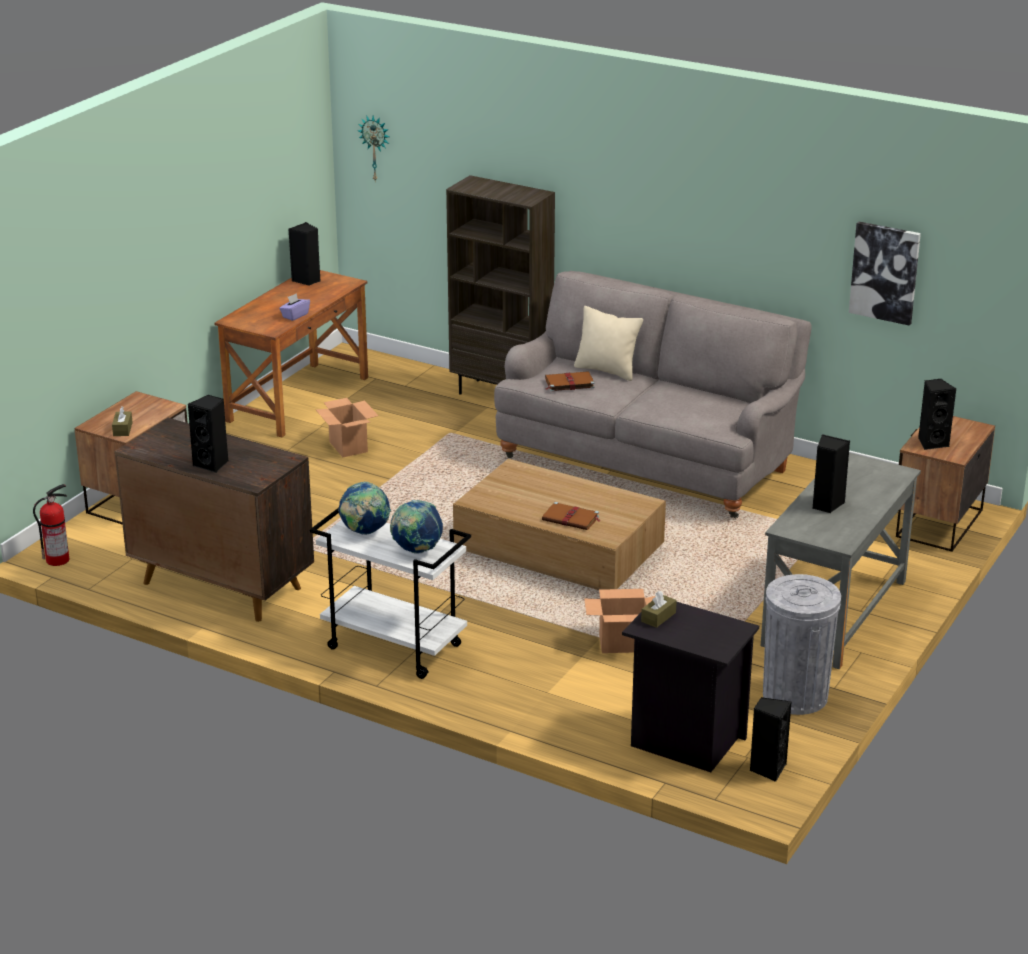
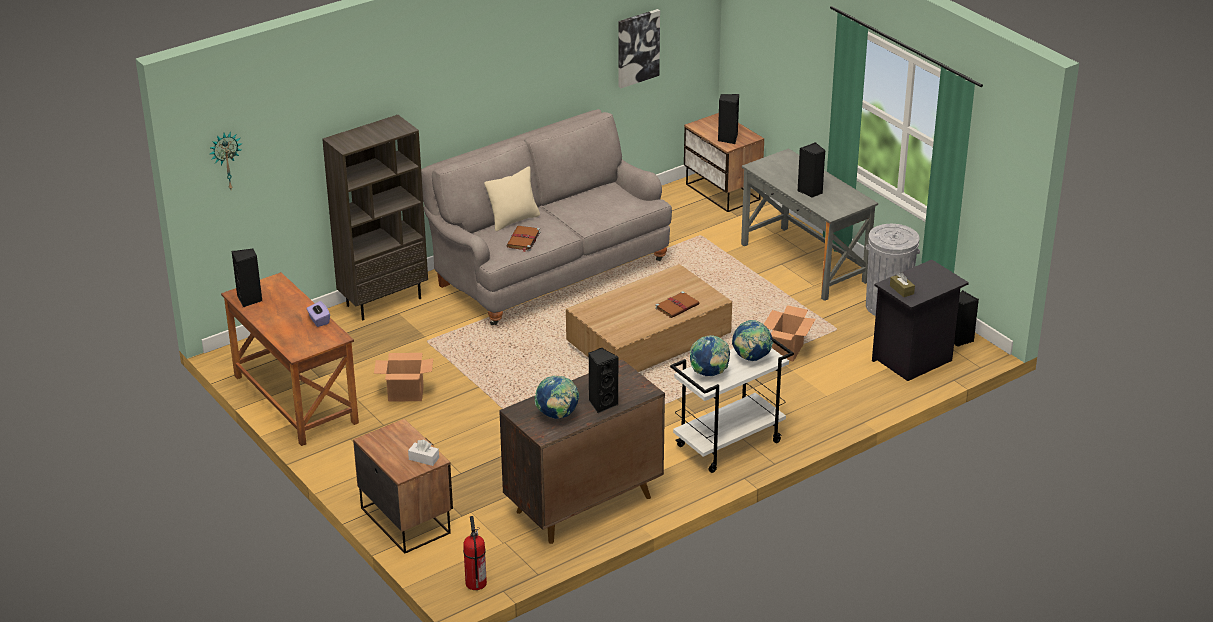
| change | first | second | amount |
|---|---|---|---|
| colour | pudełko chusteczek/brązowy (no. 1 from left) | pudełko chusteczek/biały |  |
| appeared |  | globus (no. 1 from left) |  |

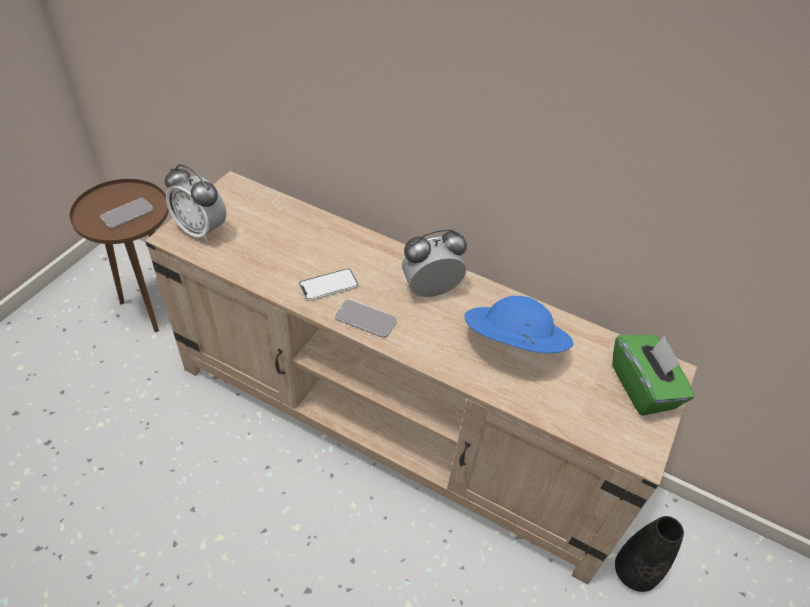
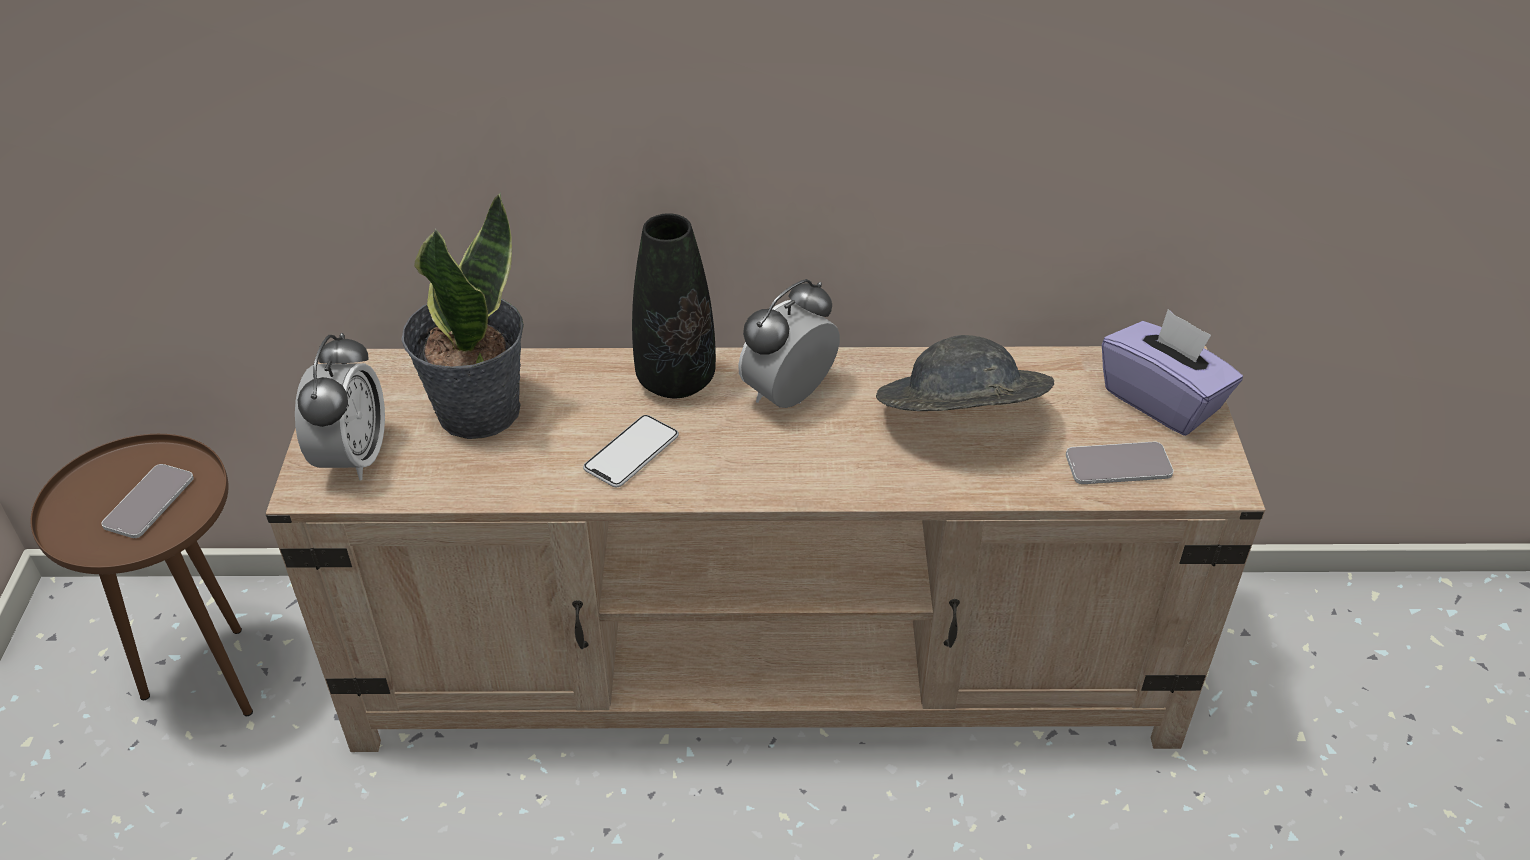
| change | first | second | amount |
|---|---|---|---|
| spun | budzik (no. 1 from left) |  | 90 degrees counterclockwise |
| relocated | telefon (no. 3 from left) |  |  |
| colour | kapelusz/niebieski | kapelusz/szary |  |
| colour | pudełko chusteczek/zielony | pudełko chusteczek/fioletowy |  |
| relocated | wazon/czarny |  |  |
| appeared |  | roślina doniczkowa |  |

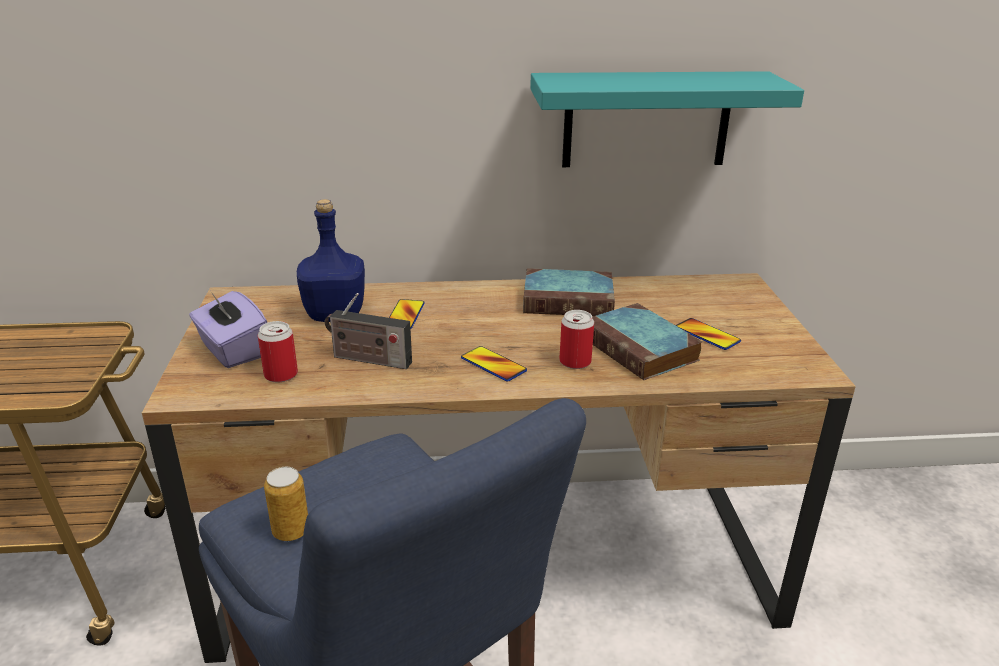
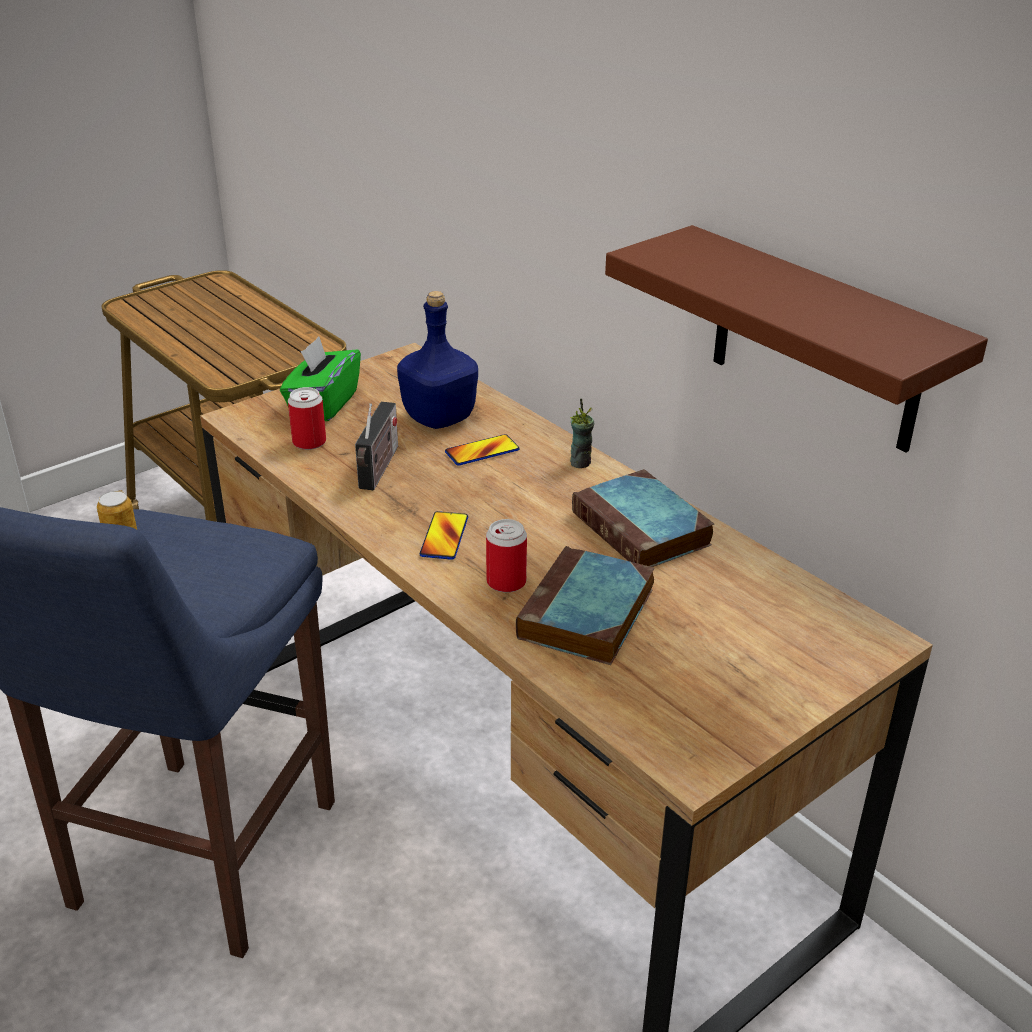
| change | first | second | amount |
|---|---|---|---|
| colour | pudełko chusteczek/fioletowy | pudełko chusteczek/zielony |  |
| spun | radio |  | 150 degrees counterclockwise |
| colour | półka/turkusowy | półka/brązowy |  |
| missing | telefon (no. 3 from left) |  |  |
| appeared |  | filiżanka |  |

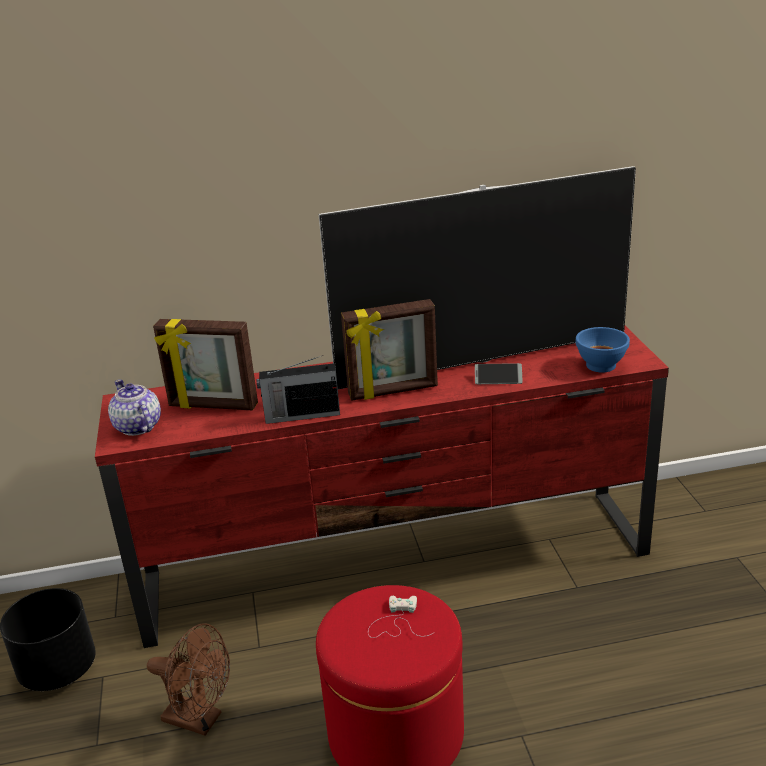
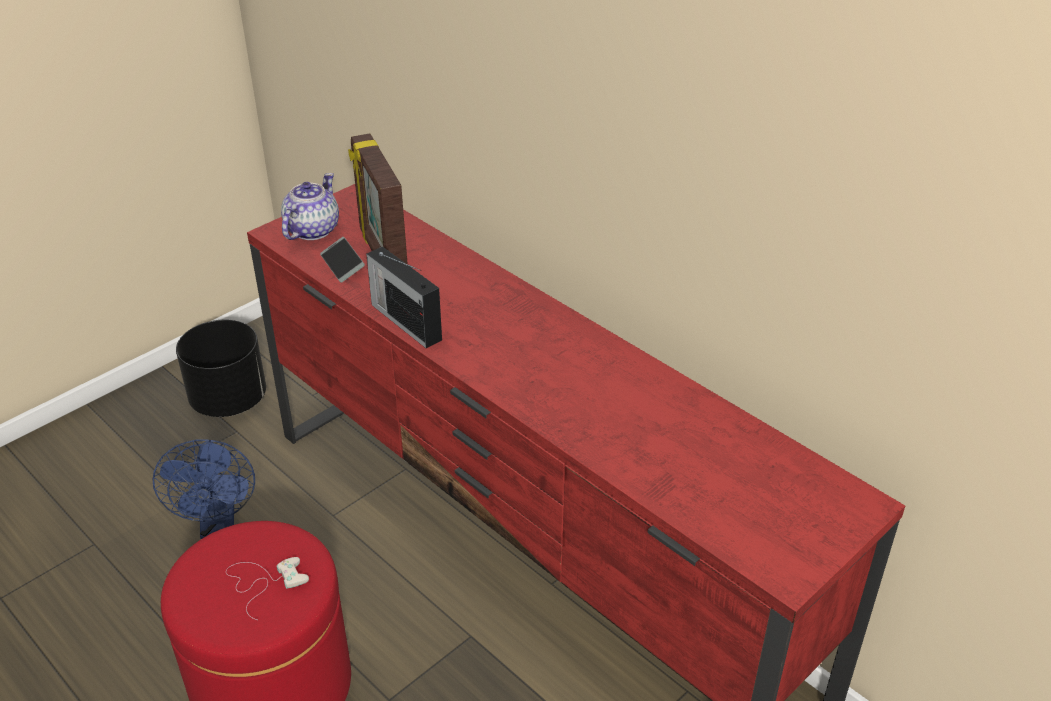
| change | first | second | amount |
|---|---|---|---|
| colour | wentylator/brązowy | wentylator/niebieski |  |
| missing | telewizor |  |  |
| missing | ramka na zdjęcie (no. 2 from left) |  |  |
| relocated | telefon |  |  |
| missing | miska/niebieski |  |  |

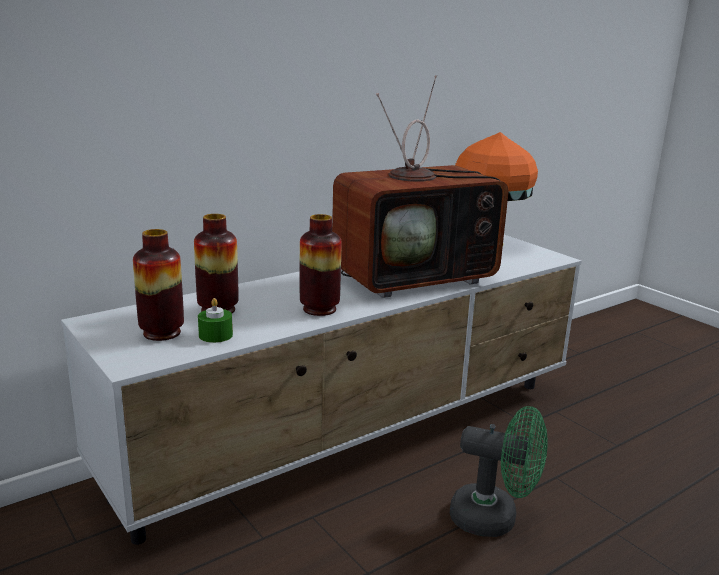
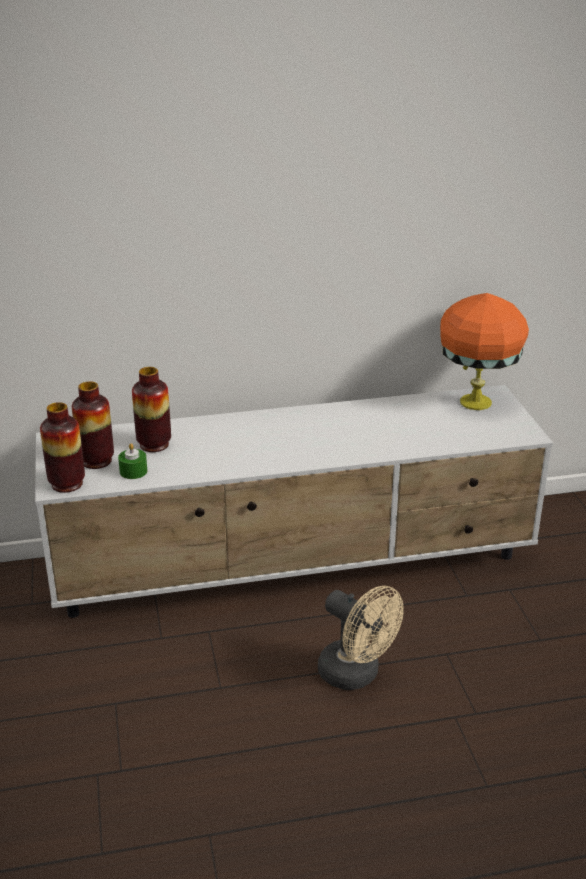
| change | first | second | amount |
|---|---|---|---|
| relocated | wazon (no. 3 from left in the first image) | wazon (no. 1 from left) |  |
| missing | telewizor |  |  |
| colour | wentylator/zielony | wentylator/beżowy |  |

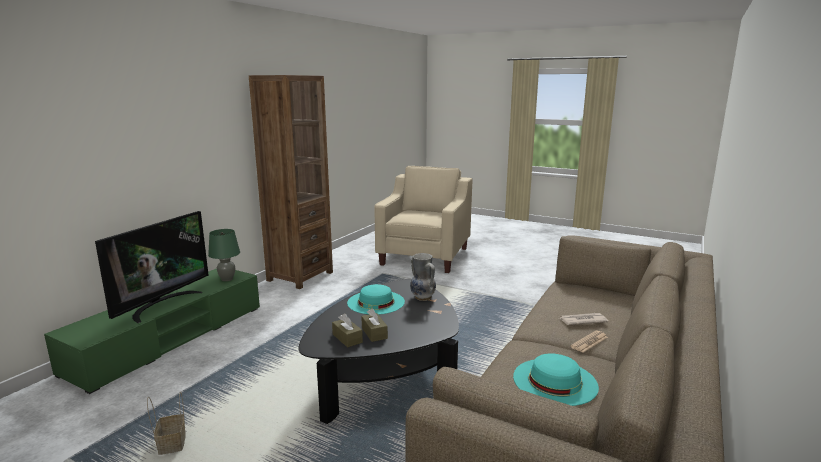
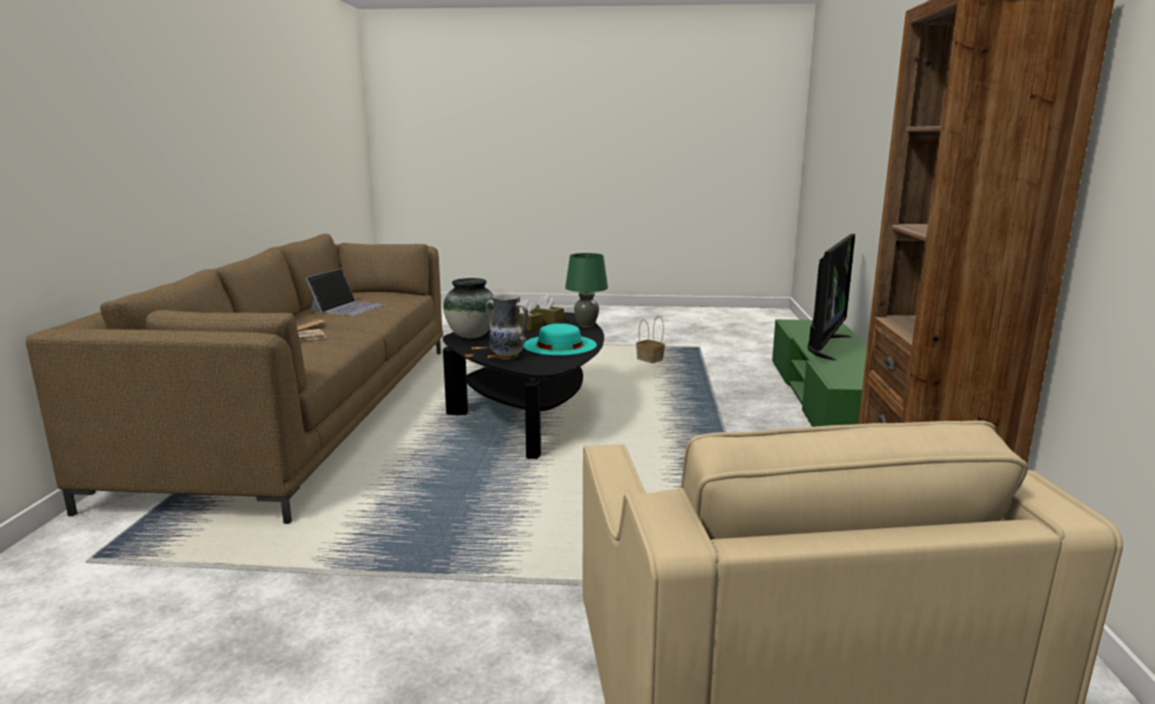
| change | first | second | amount |
|---|---|---|---|
| spun | telewizor |  | 150 degrees counterclockwise |
| relocated | lampa stołowa/zielony |  |  |
| exchanged | kapelusz/turkusowy (no. 2 from left) | laptop |  |
| appeared |  | wazon (no. 1 from left) |  |

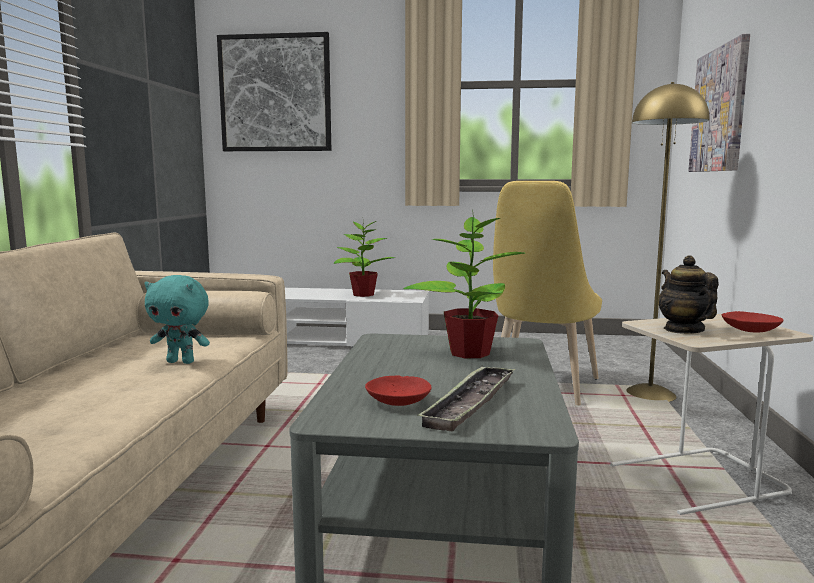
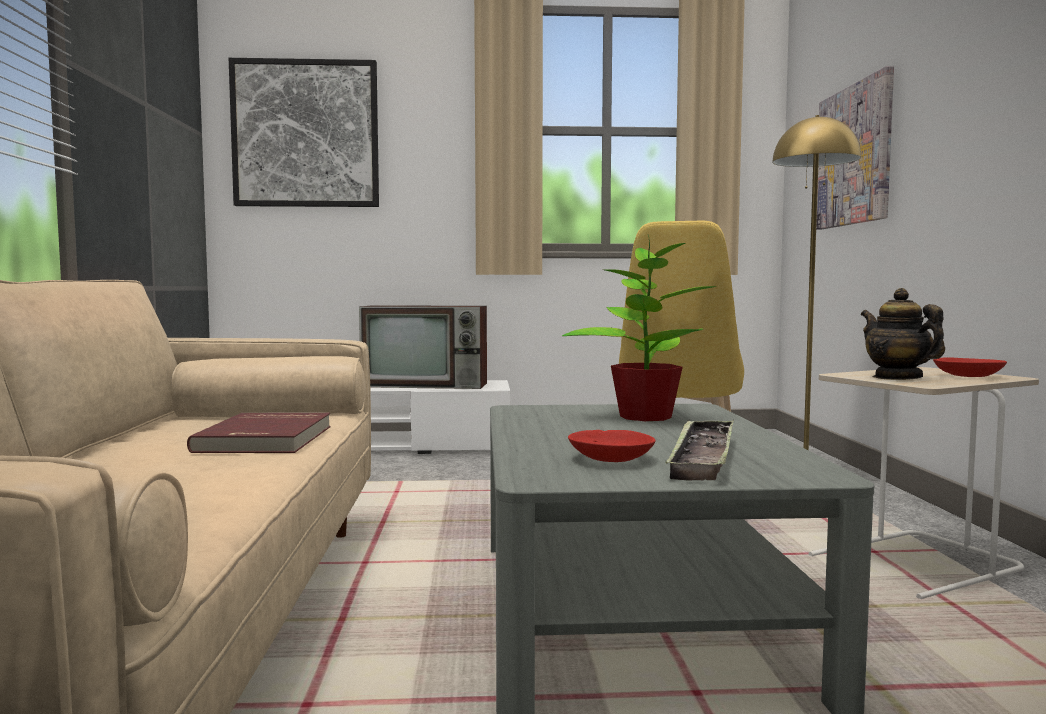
| change | first | second | amount |
|---|---|---|---|
| exchanged | pluszak/turkusowy | książka/czerwony |  |
| exchanged | roślina doniczkowa (no. 1 from left) | telewizor |  |

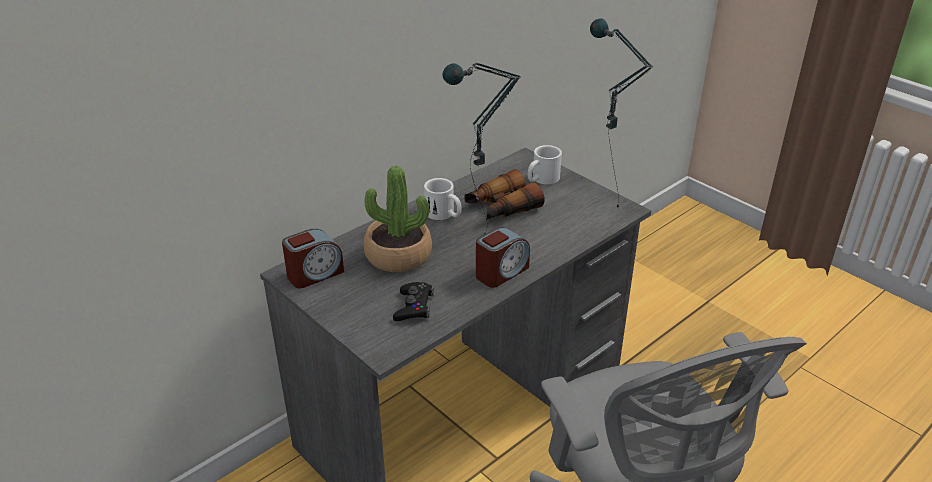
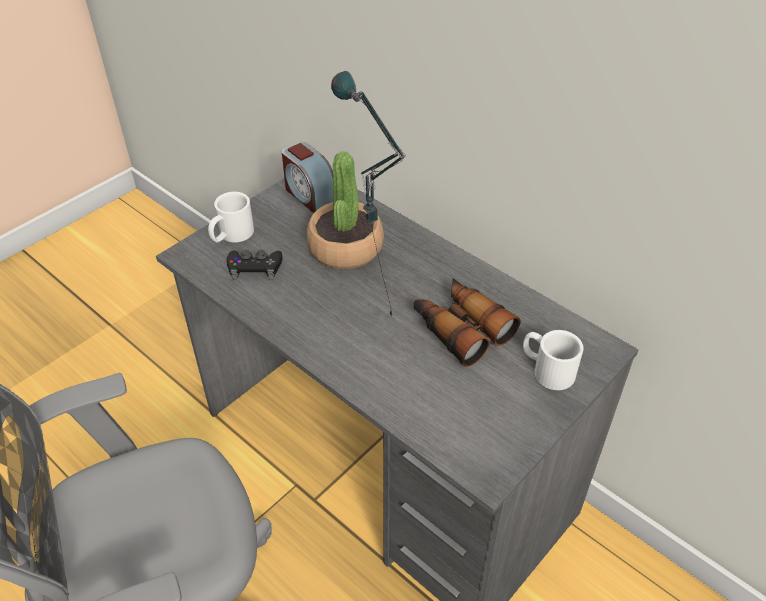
| change | first | second | amount |
|---|---|---|---|
| relocated | kubek/biały (no. 1 from left) |  |  |
| missing | budzik (no. 2 from left) |  |  |
| missing | lampa stołowa (no. 2 from left) |  |  |

